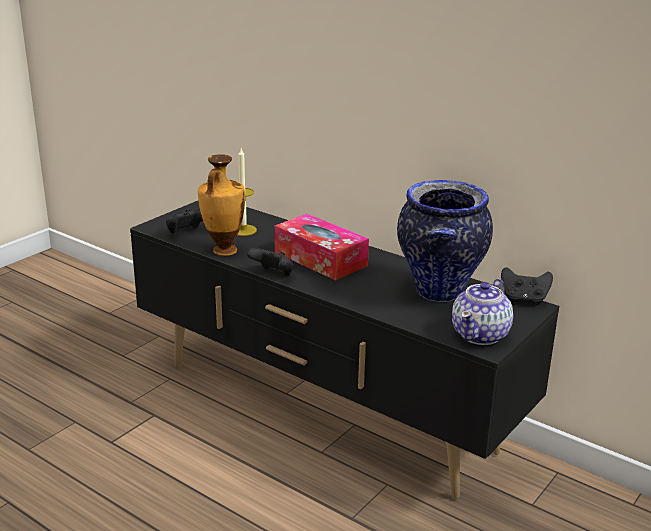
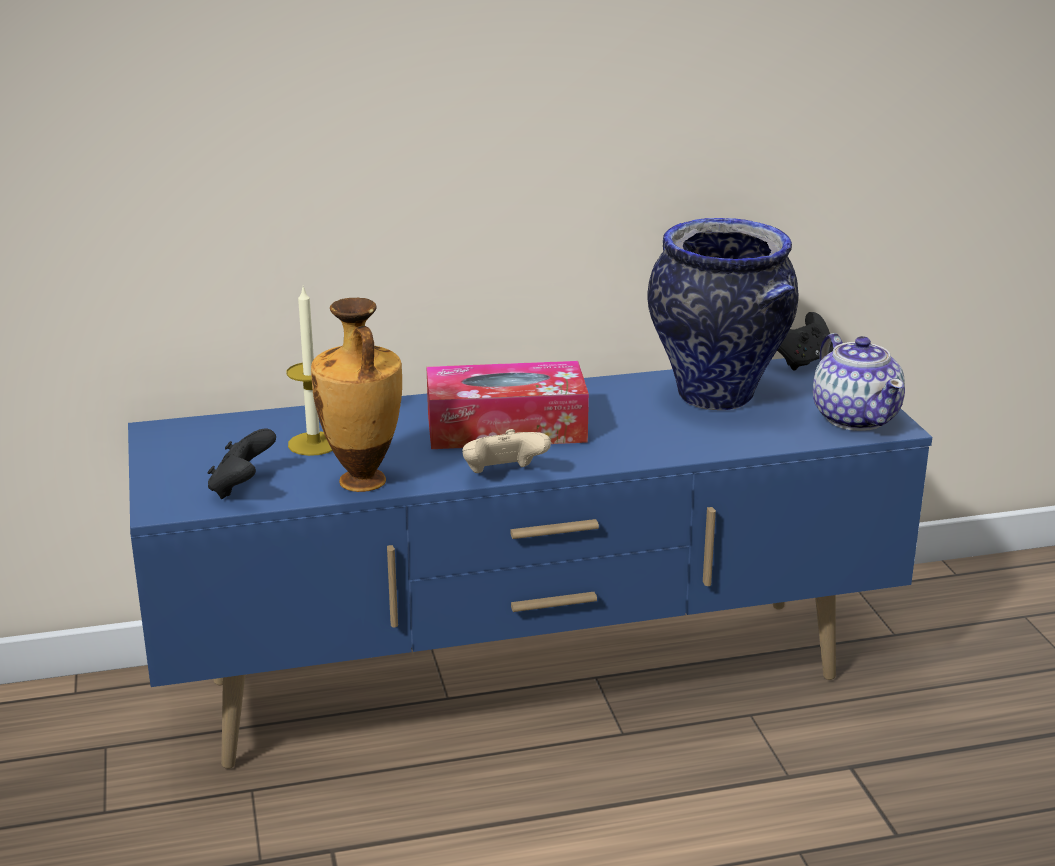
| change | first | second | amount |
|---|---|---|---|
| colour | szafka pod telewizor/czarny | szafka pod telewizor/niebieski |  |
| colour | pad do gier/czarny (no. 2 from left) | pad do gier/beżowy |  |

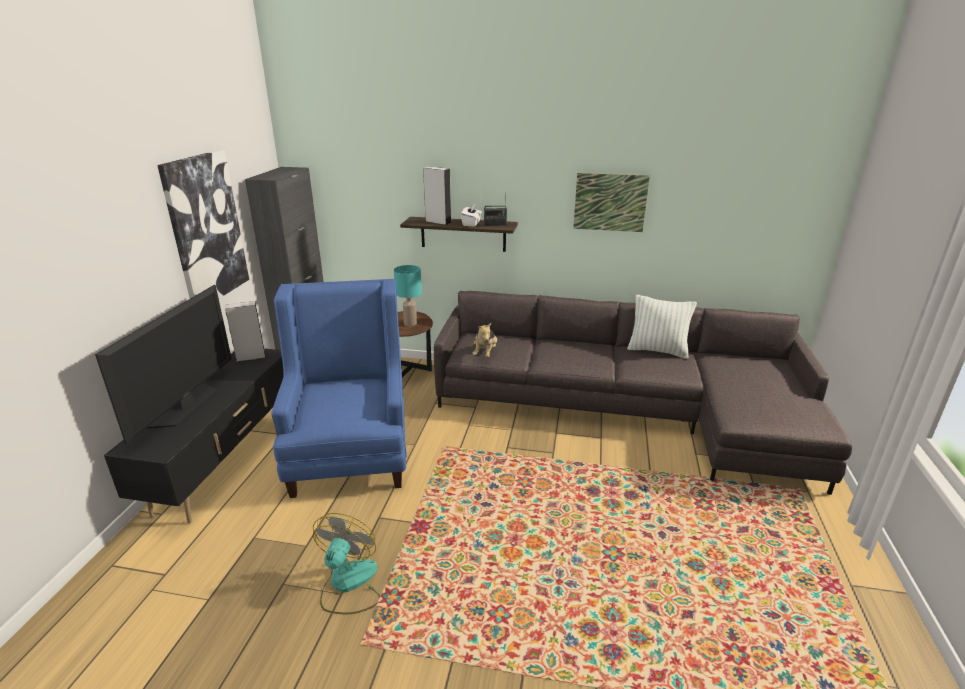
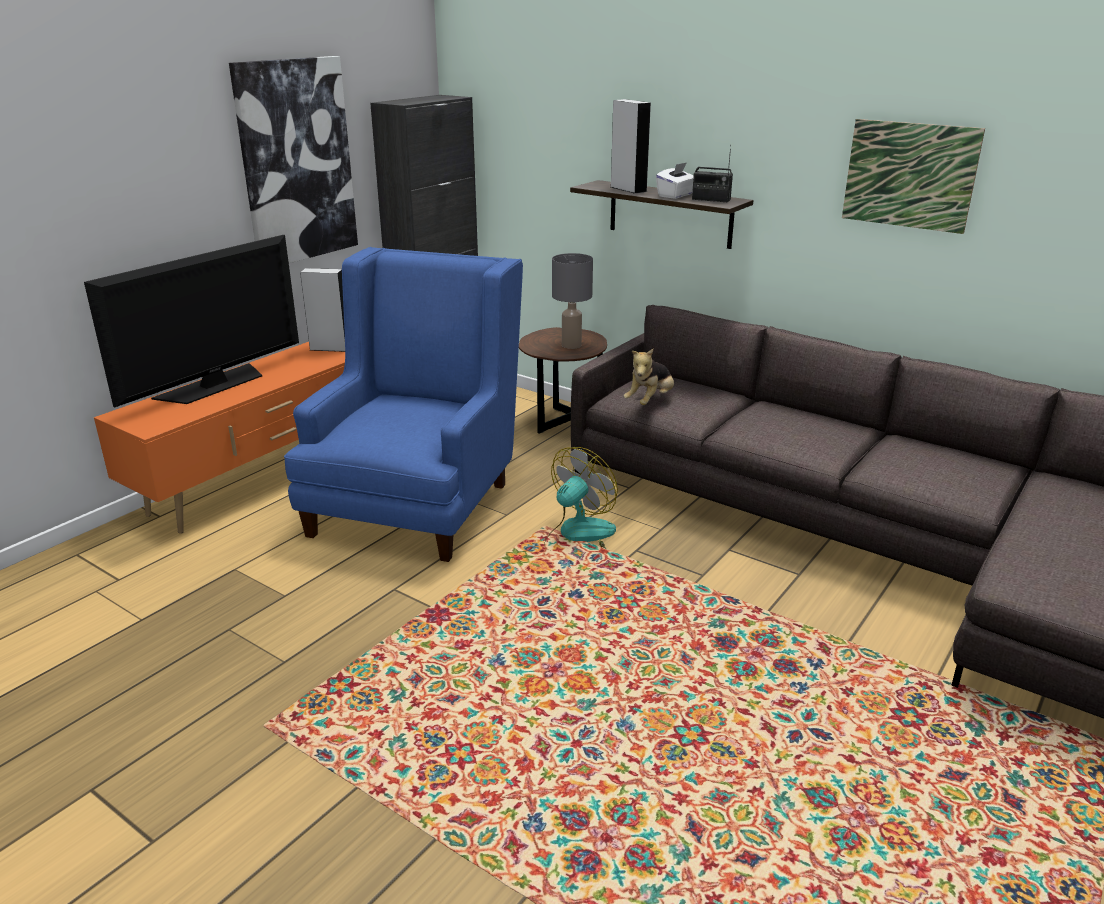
| change | first | second | amount |
|---|---|---|---|
| colour | szafka pod telewizor/czarny | szafka pod telewizor/pomarańczowy |  |
| relocated | wentylator |  |  |
| colour | lampa stołowa/turkusowy | lampa stołowa/szary |  |
| missing | poduszka |  |  |

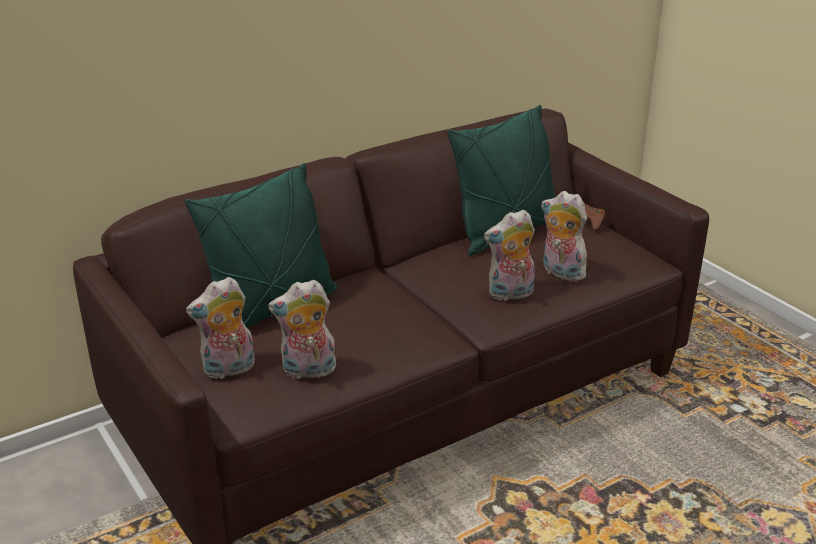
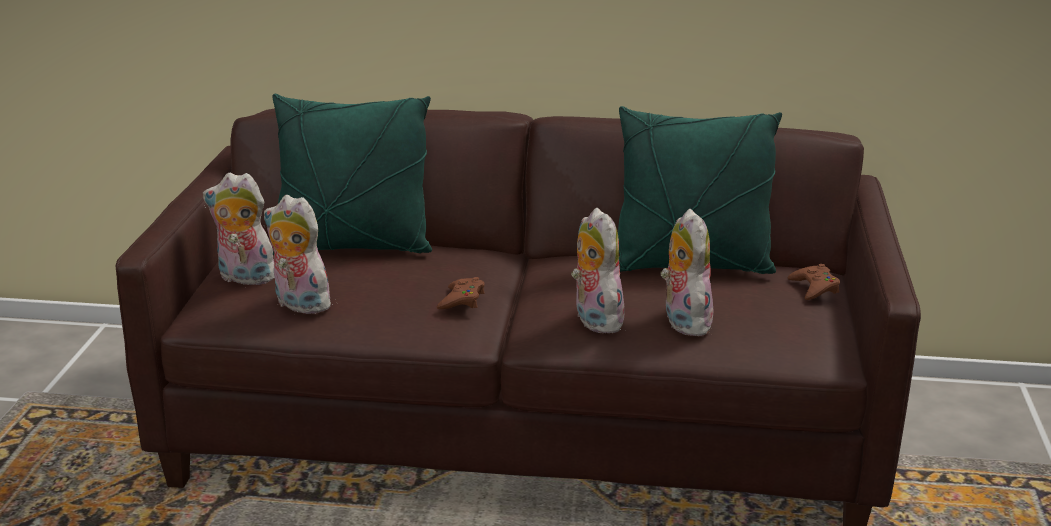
| change | first | second | amount |
|---|---|---|---|
| spun | pluszak (no. 3 from left) |  | 45 degrees clockwise |
| appeared |  | pad do gier/brązowy (no. 1 from left) |  |

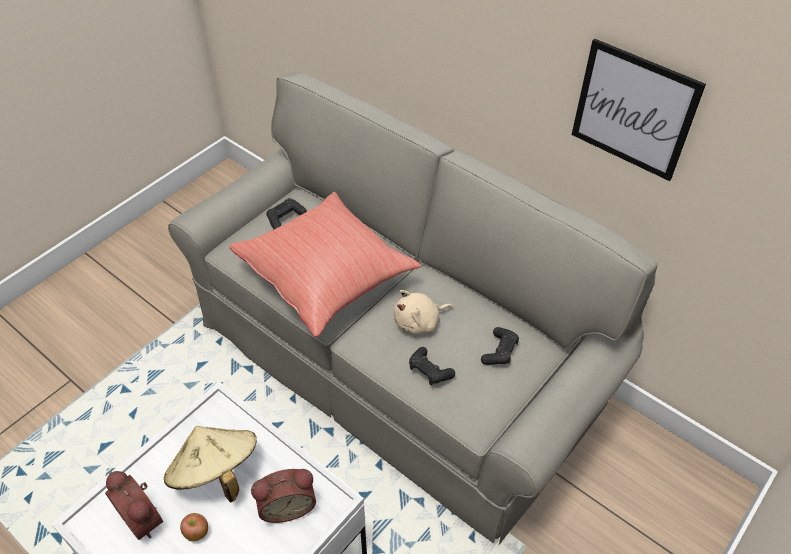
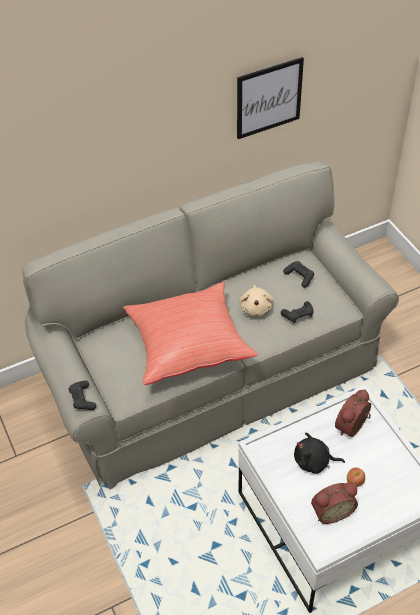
| change | first | second | amount |
|---|---|---|---|
| exchanged | kapelusz/beżowy | pluszak/czarny |  |
| spun | budzik (no. 2 from left) |  | 150 degrees counterclockwise |
| relocated | pad do gier/czarny (no. 1 from left) |  |  |

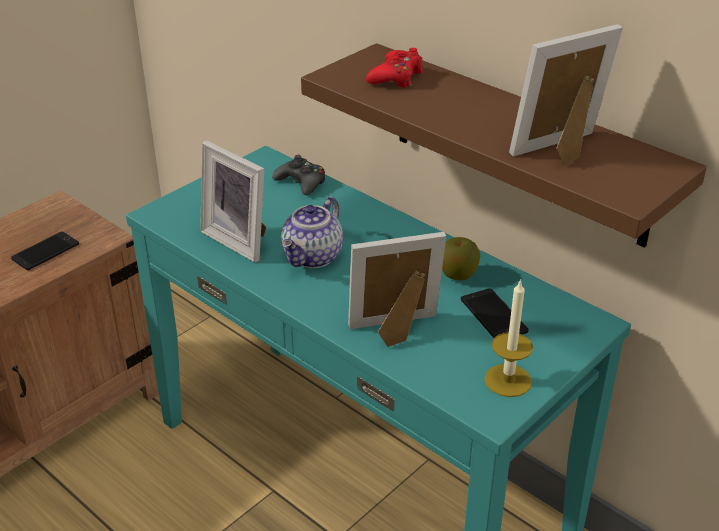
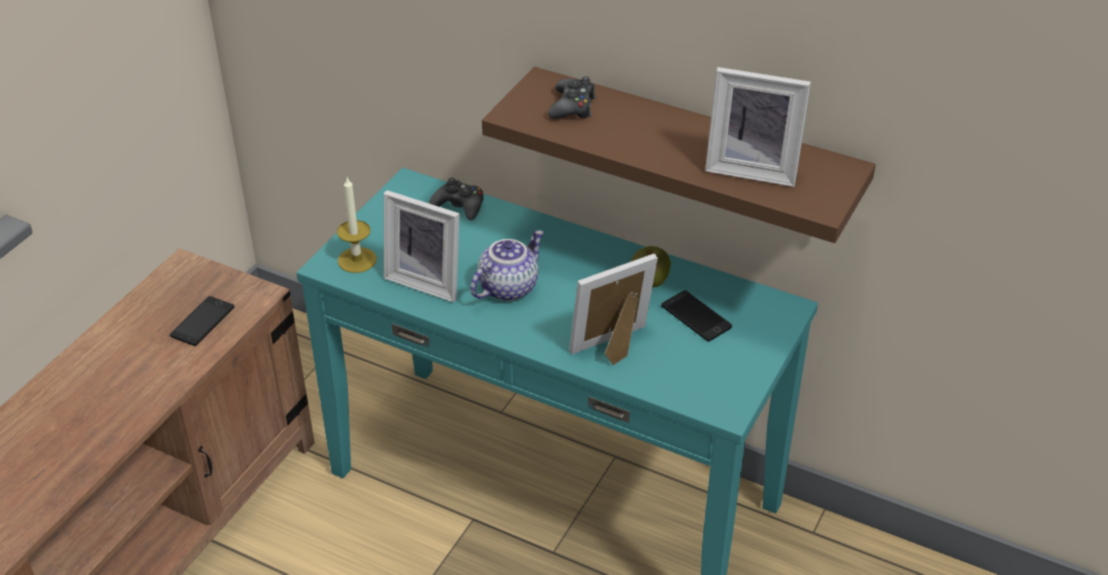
| change | first | second | amount |
|---|---|---|---|
| spun | imbryk |  | 150 degrees counterclockwise |
| colour | pad do gier/czerwony | pad do gier/czarny (no. 2 from left) |  |
| relocated | świeca |  |  |
| spun | ramka na zdjęcie (no. 3 from left) |  | 120 degrees counterclockwise |

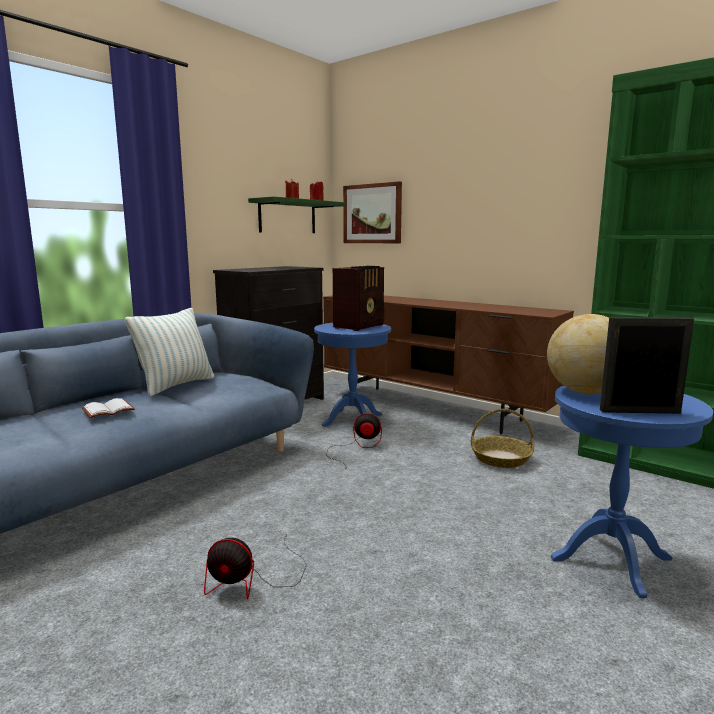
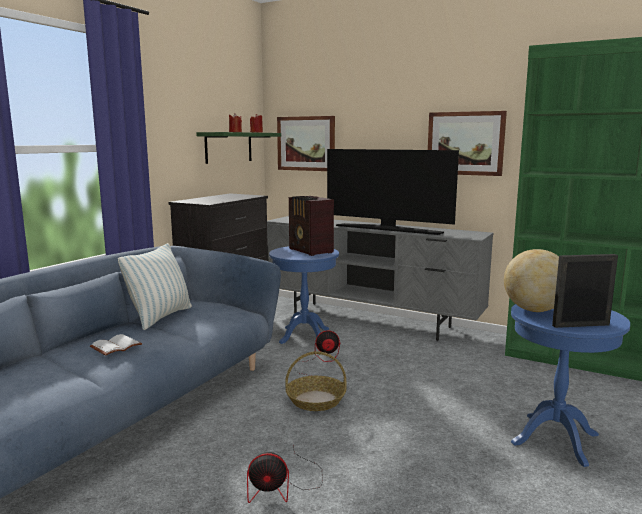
| change | first | second | amount |
|---|---|---|---|
| colour | szafka pod telewizor/brązowy | szafka pod telewizor/szary |  |
| spun | radio |  | 120 degrees clockwise |
| relocated | koszyk |  |  |
| appeared |  | telewizor |  |
| appeared |  | obraz (no. 2 from left) |  |

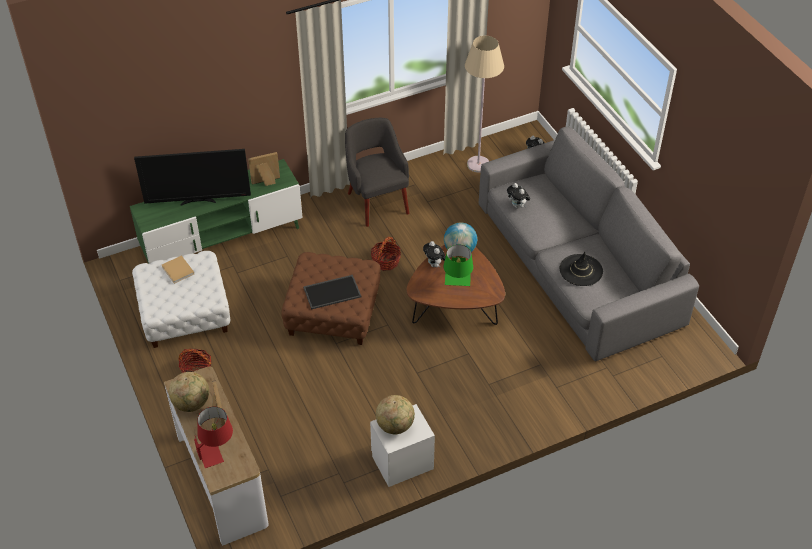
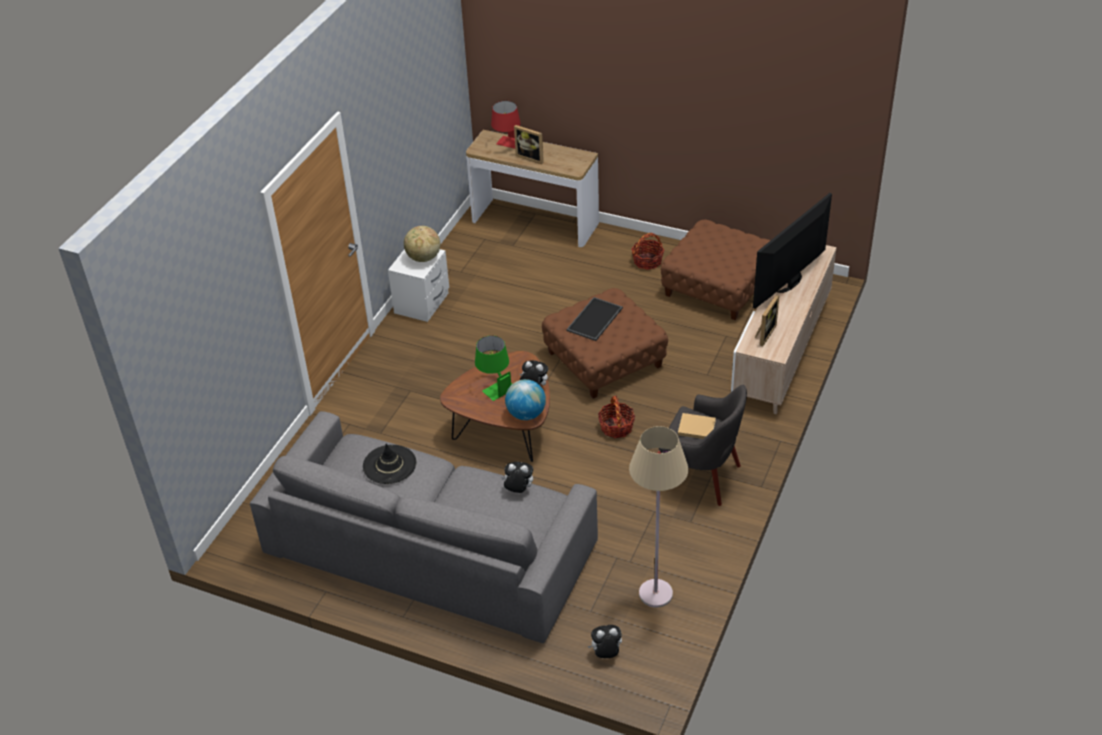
| change | first | second | amount |
|---|---|---|---|
| colour | szafka pod telewizor/zielony | szafka pod telewizor/beżowy |  |
| colour | pufa/biały | pufa/brązowy (no. 2 from left) |  |
| relocated | książka/beżowy |  |  |
| missing | globus (no. 1 from left) |  |  |

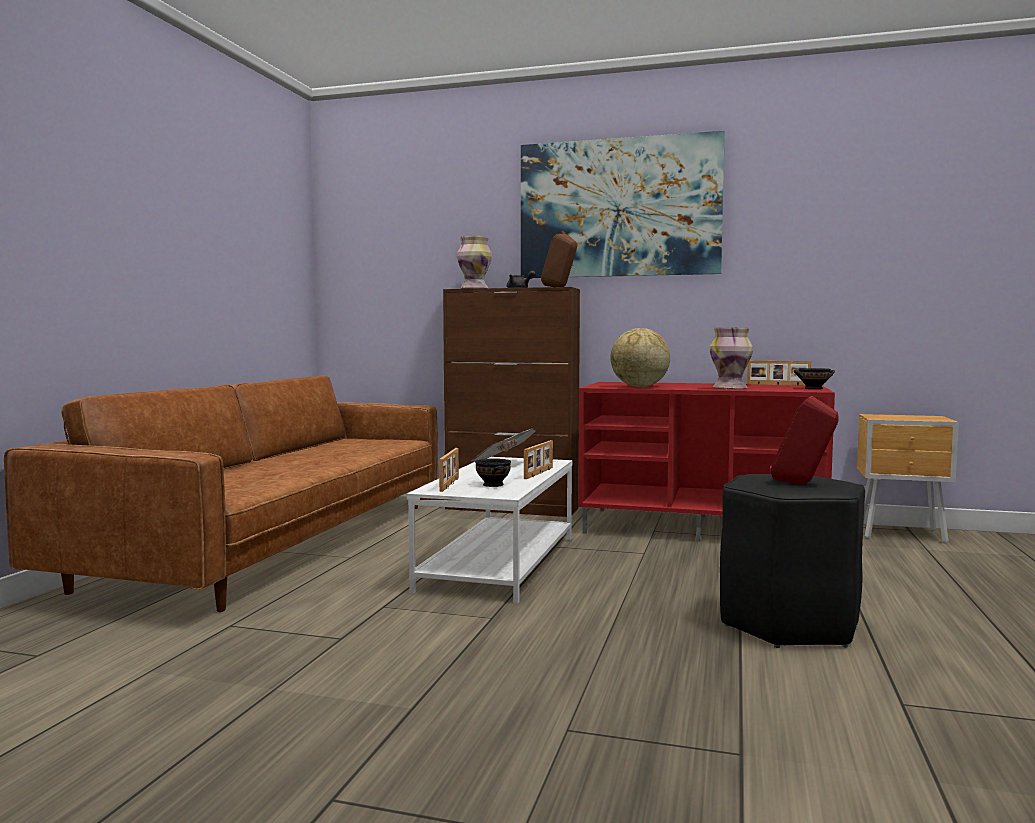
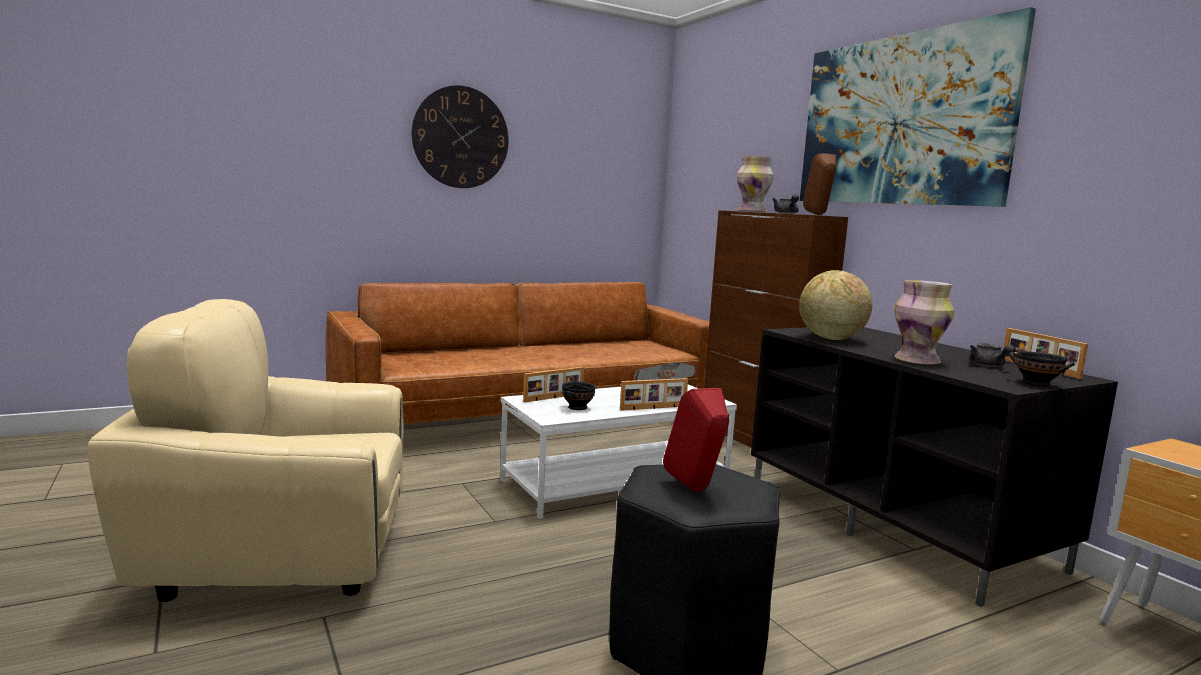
| change | first | second | amount |
|---|---|---|---|
| colour | szafka pod telewizor/czerwony | szafka pod telewizor/czarny |  |
| appeared |  | fotel/beżowy |  |
| appeared |  | zegar ścienny |  |
| appeared |  | imbryk/szary (no. 2 from left) |  |

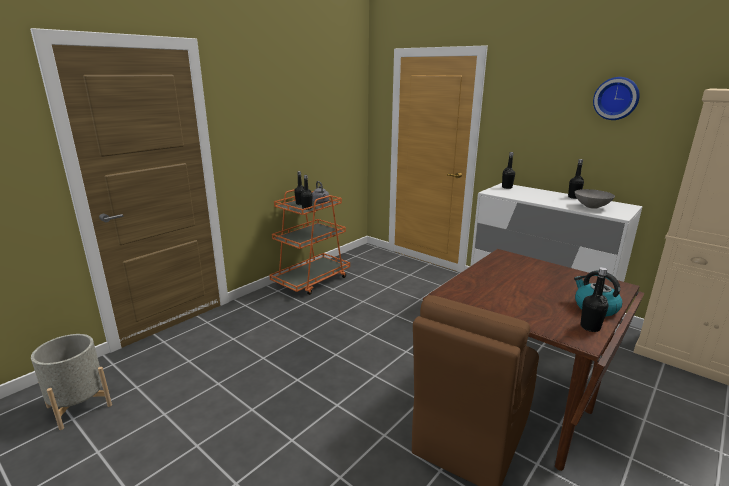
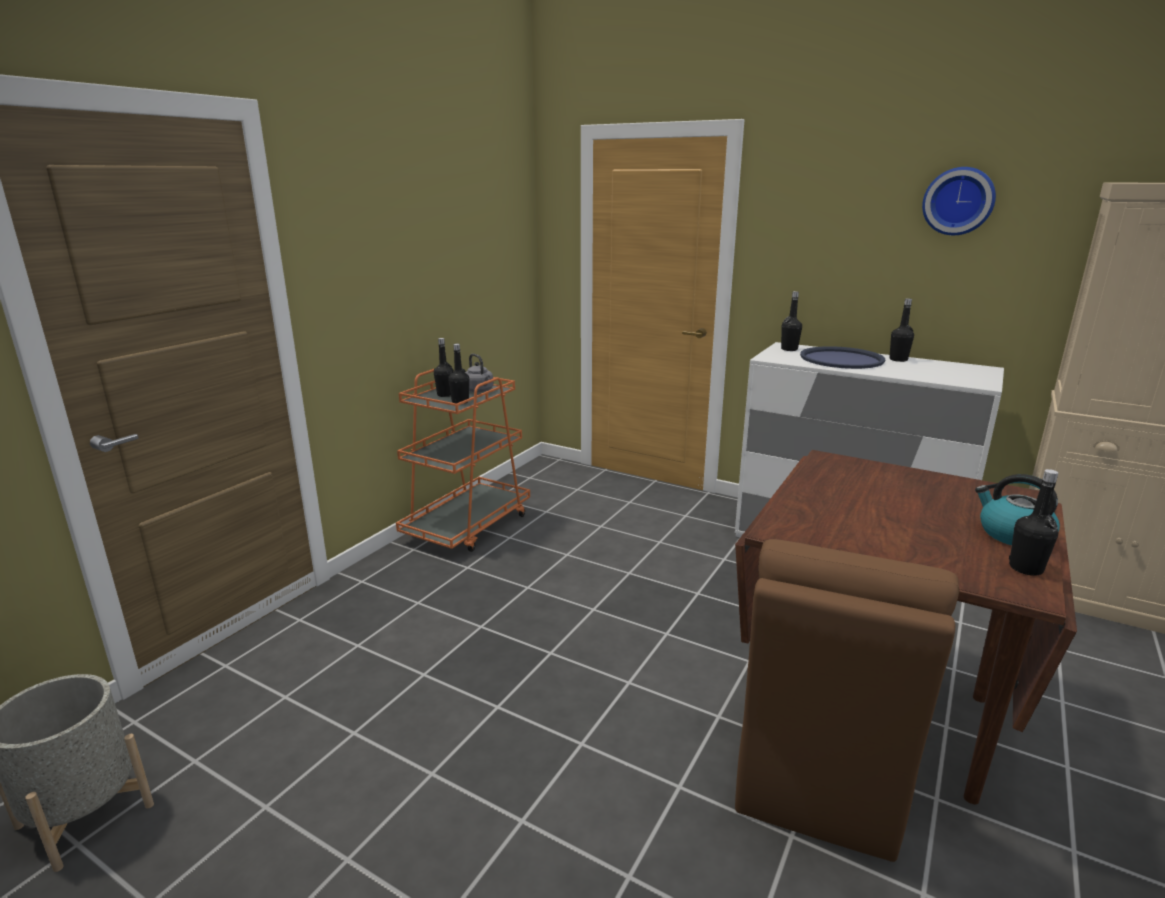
| change | first | second | amount |
|---|---|---|---|
| missing | miska/szary |  |  |
| appeared |  | taca/niebieski |  |

